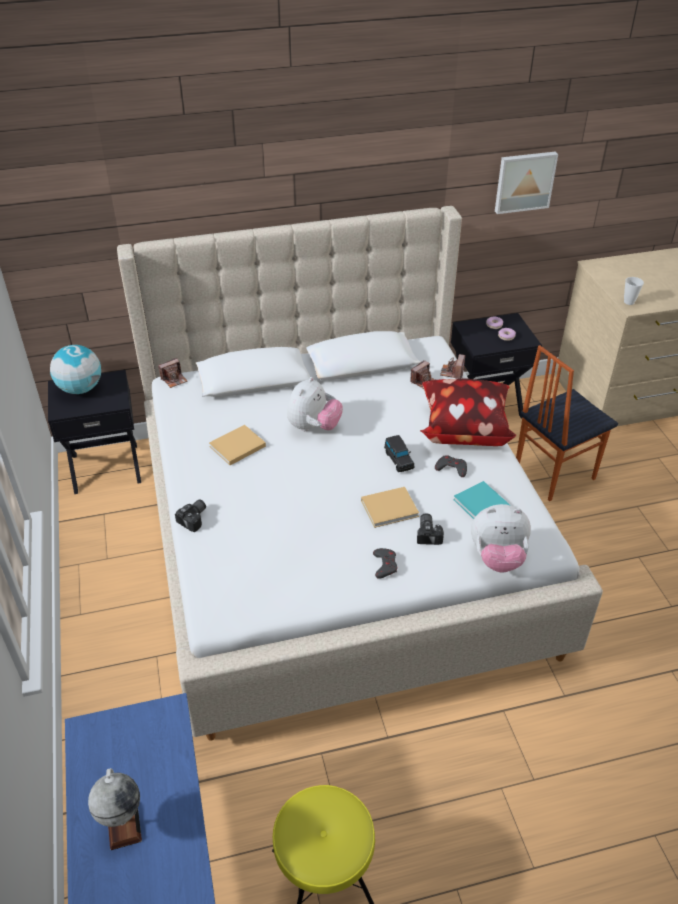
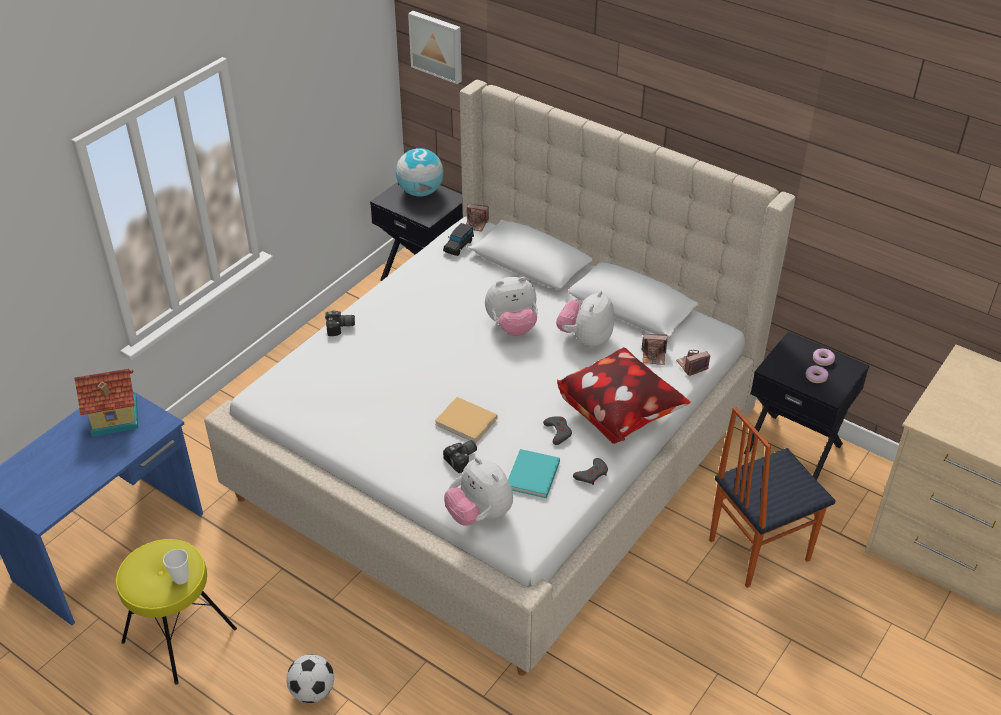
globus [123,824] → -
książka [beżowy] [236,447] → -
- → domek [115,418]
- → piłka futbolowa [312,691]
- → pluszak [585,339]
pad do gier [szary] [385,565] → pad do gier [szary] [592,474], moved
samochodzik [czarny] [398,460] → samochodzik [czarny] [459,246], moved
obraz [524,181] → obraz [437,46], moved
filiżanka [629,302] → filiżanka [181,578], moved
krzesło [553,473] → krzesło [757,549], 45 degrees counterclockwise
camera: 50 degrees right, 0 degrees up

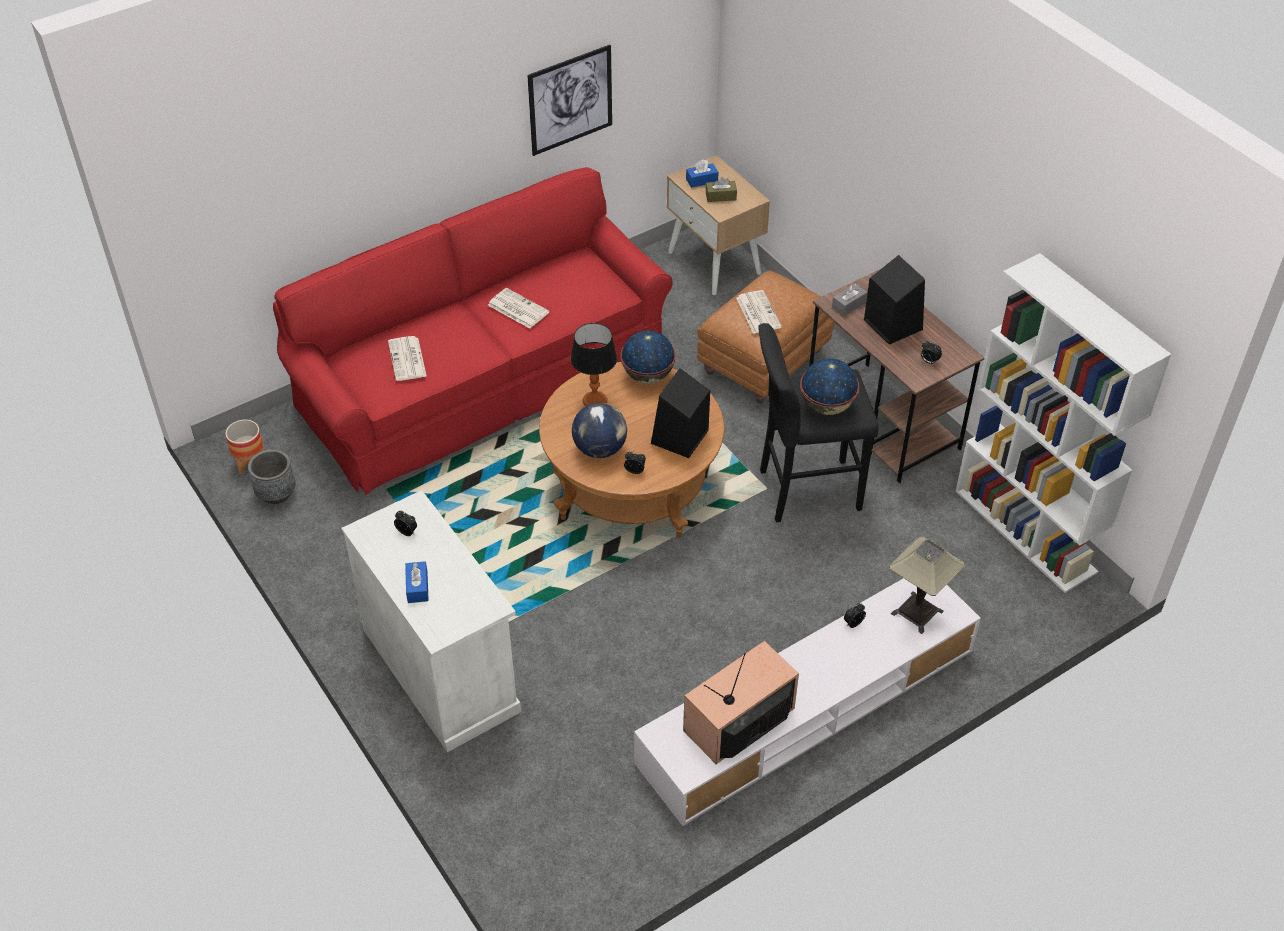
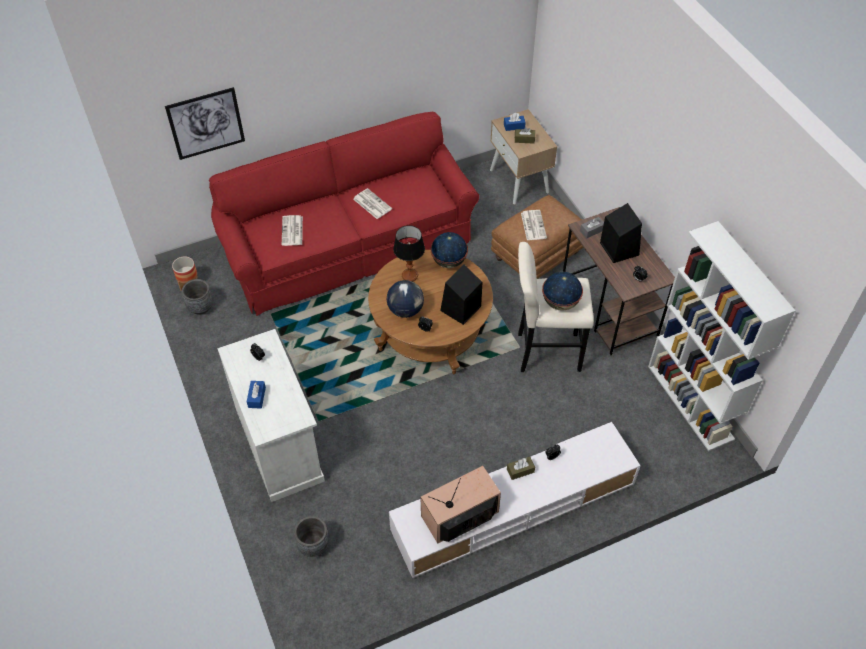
lampa stołowa [917,612] → -
- → donica [szary] [314,545]
- → pudełko chusteczek [brązowy] [520,470]
obraz [570,100] → obraz [206,123], moved
stołek [czarny] [804,490] → stołek [beżowy] [544,352]
camera: 10 degrees right, 5 degrees up

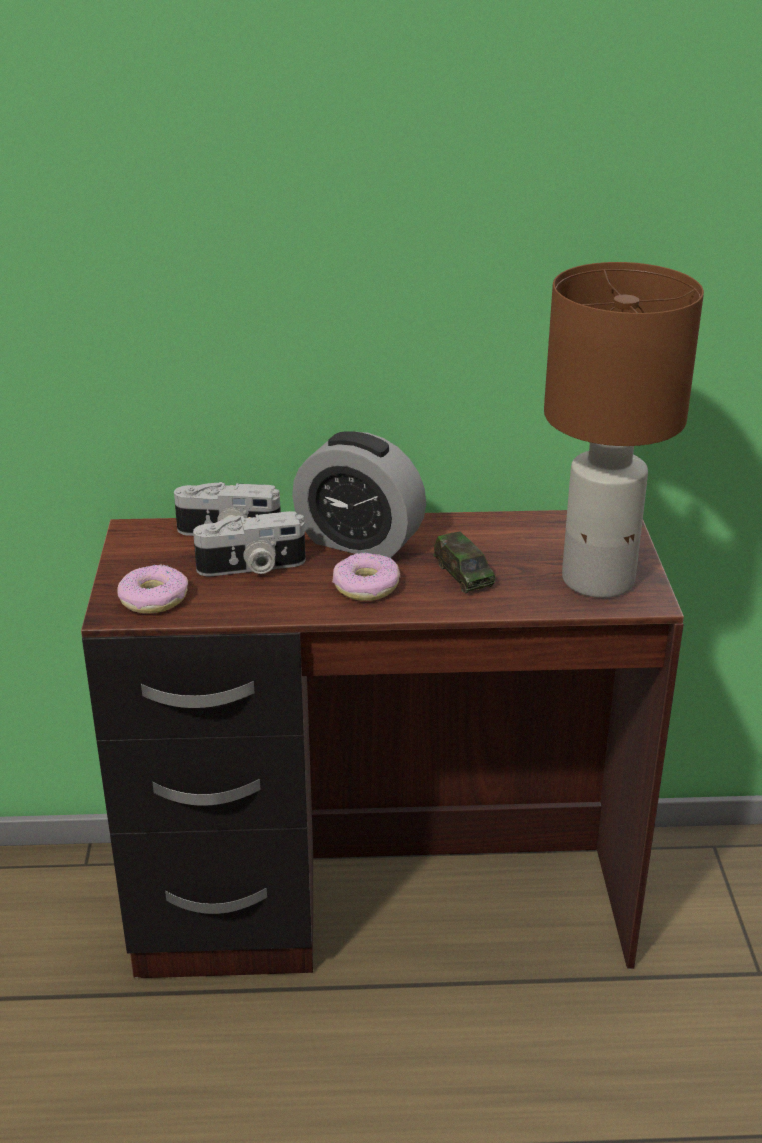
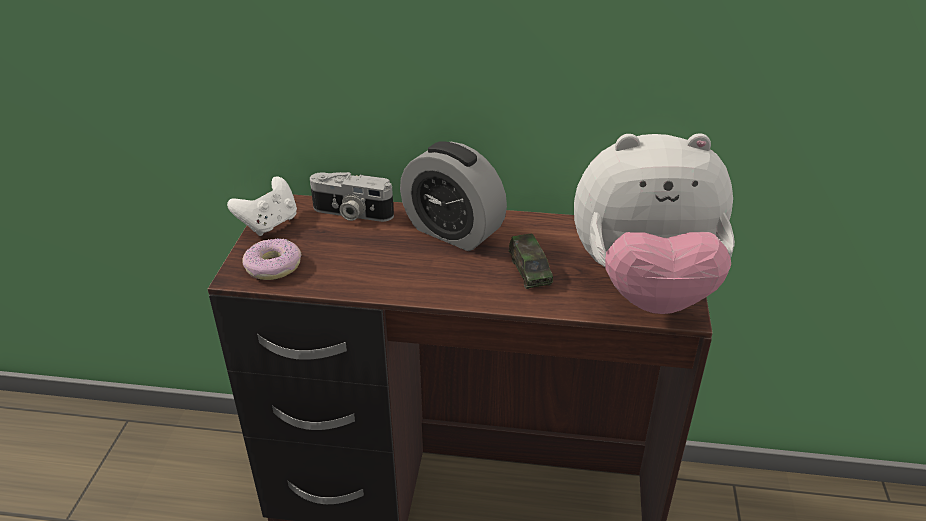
aparat fotograficzny [252,568] → -
donut [366,586] → -
- → pad do gier [biały] [269,224]
lampa stołowa [brązowy] [599,579] → pluszak [644,287]
camera: 10 degrees right, 5 degrees up

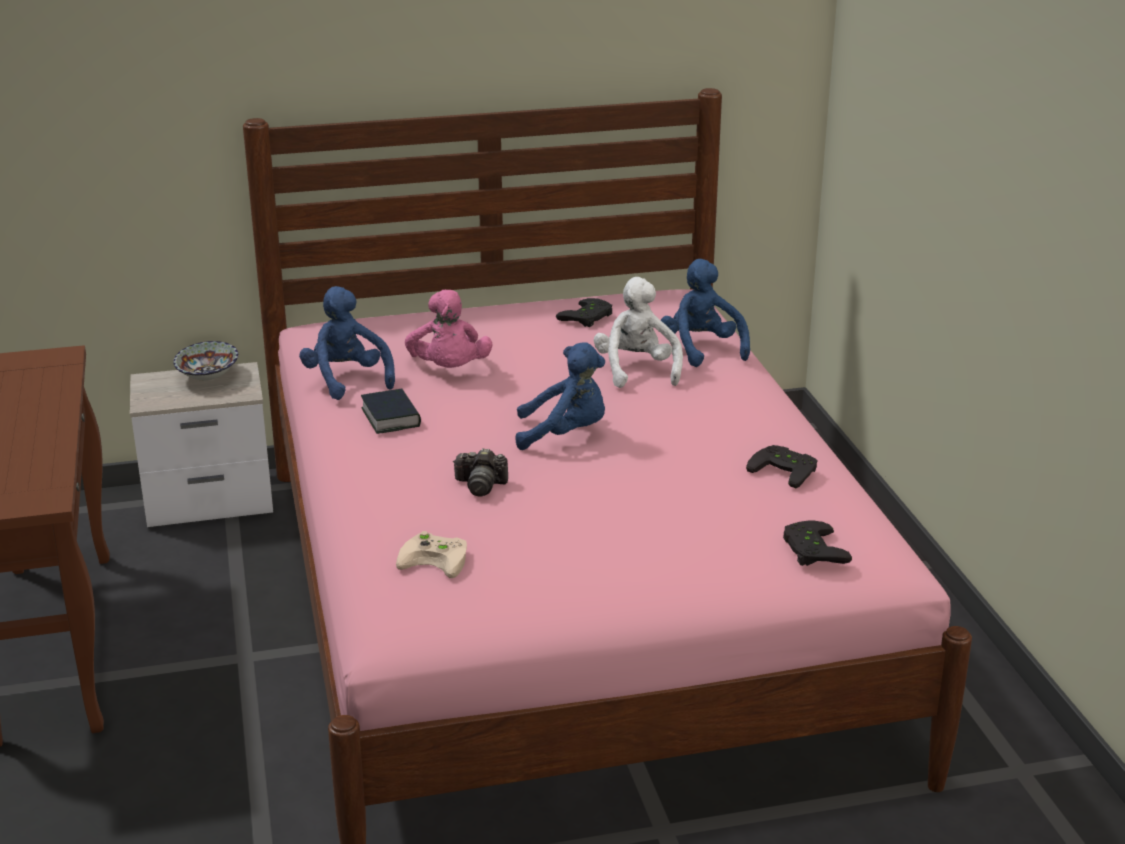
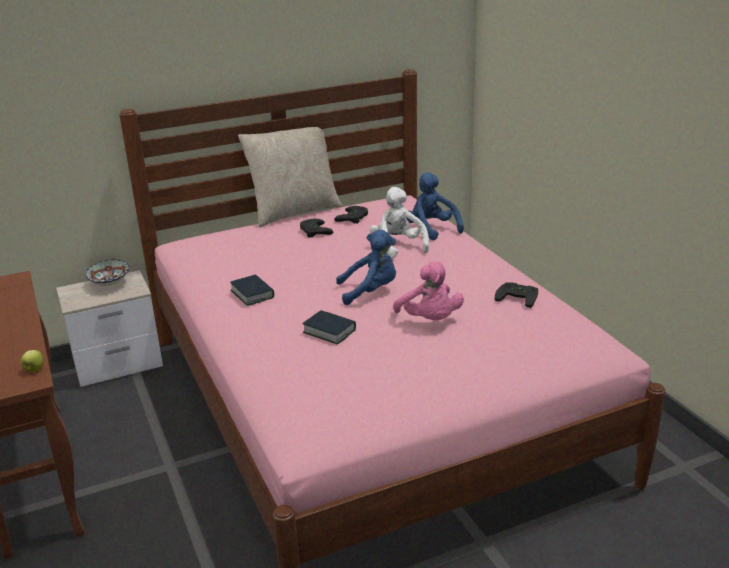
pluszak [niebieski] [346,380] → -
pad do gier [beżowy] [437,559] → -
- → jabłko [34,370]
- → poduszka [beżowy] [294,212]
pluszak [różowy] [449,370] → pluszak [różowy] [429,320], moved
pad do gier [czarny] [810,549] → pad do gier [czarny] [313,231], moved
aparat fotograficzny [480,485] → książka [329,331]
camera: 10 degrees left, 0 degrees up

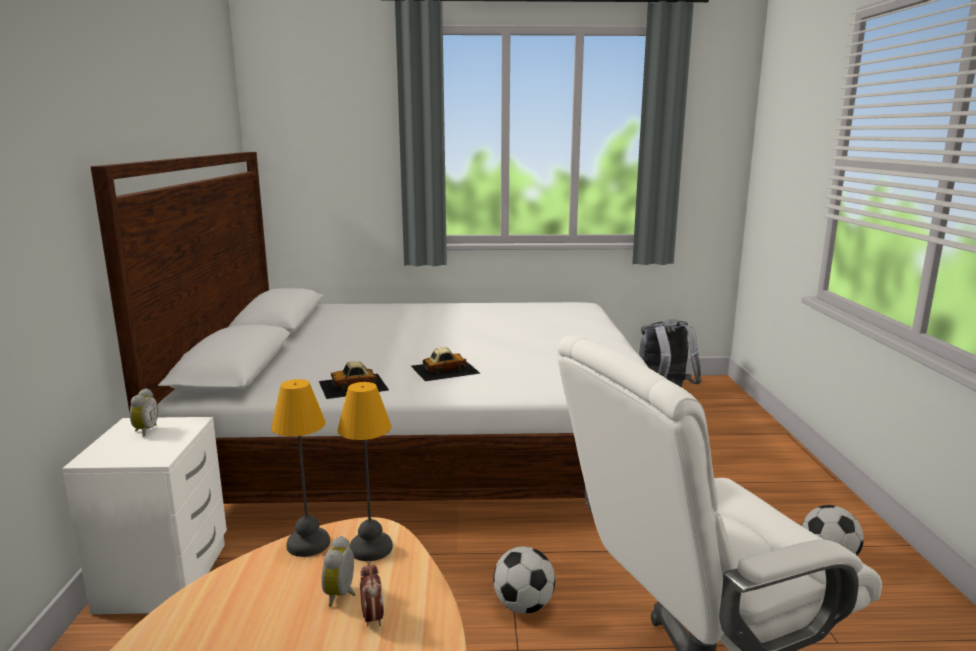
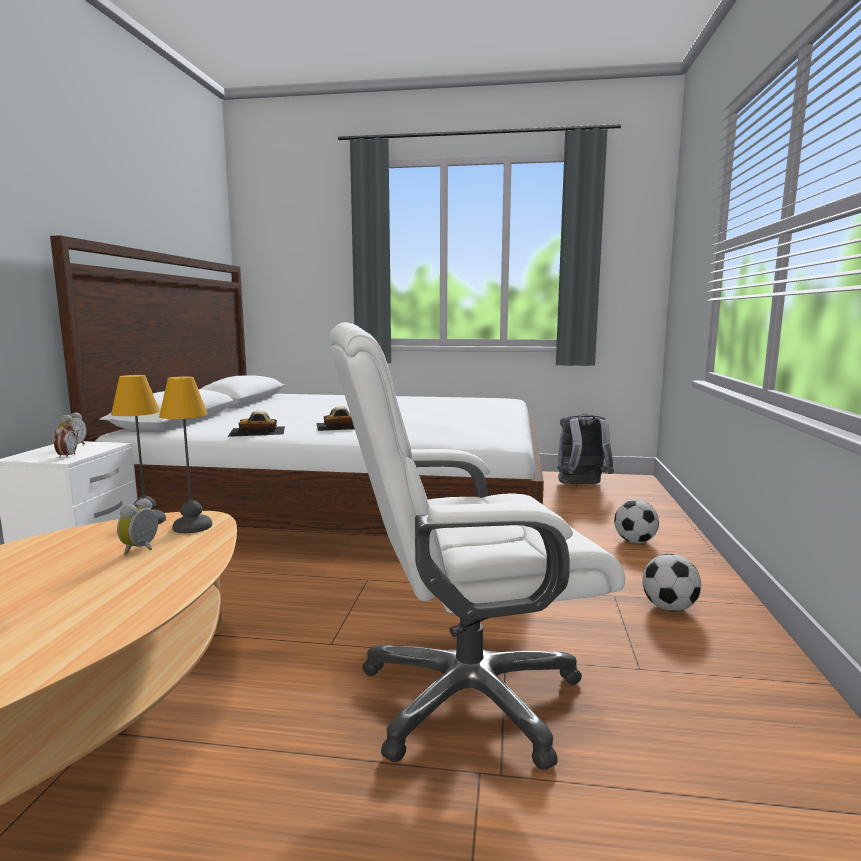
budzik [372,618] → budzik [67,456], moved
piłka futbolowa [524,606] → piłka futbolowa [635,541], moved
camera: 10 degrees right, 5 degrees down

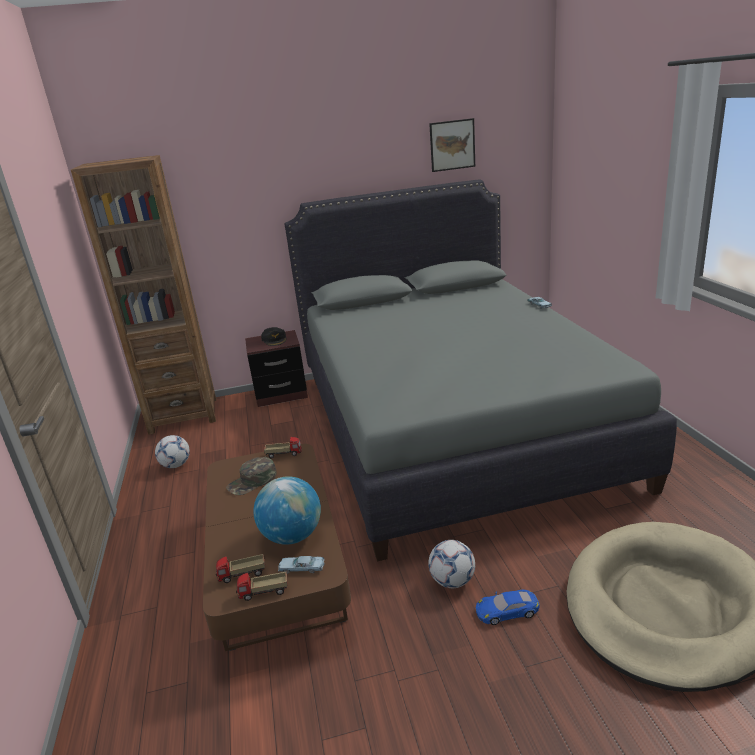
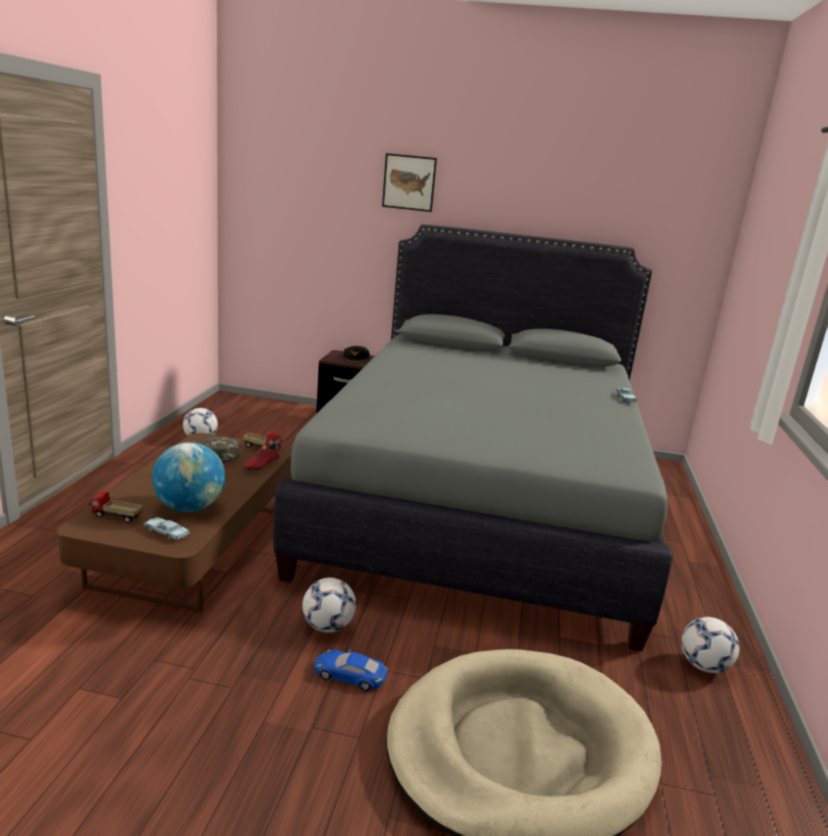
regał [brązowy] [183,415] → -
ciężarówka zabawkowa [264,593] → -
- → but [czerwony] [261,465]
- → piłka futbolowa [703,666]
obraz [452,145] → obraz [409,182], moved
camera: 20 degrees right, 5 degrees down

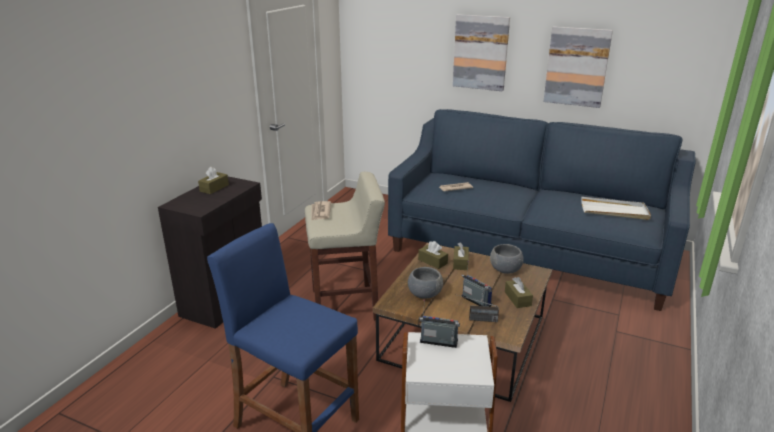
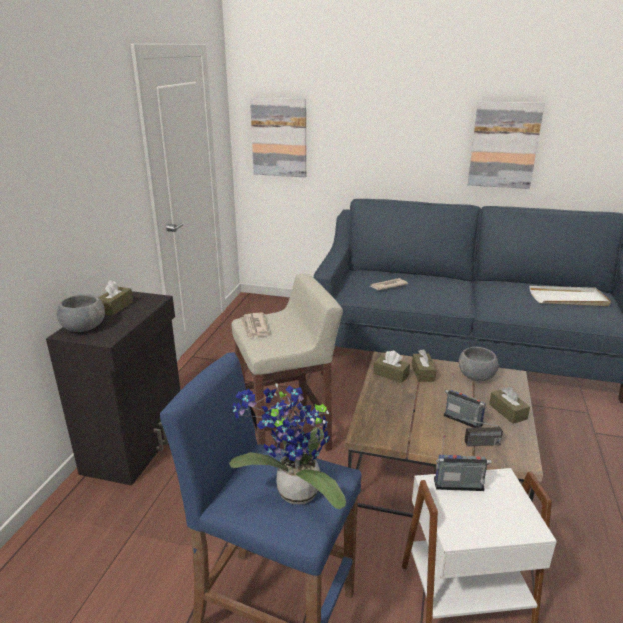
- → roślina doniczkowa [293,494]
miska [szary] [424,294] → miska [szary] [84,328], moved
obraz [480,52] → obraz [279,137], moved
camera: 10 degrees left, 0 degrees up

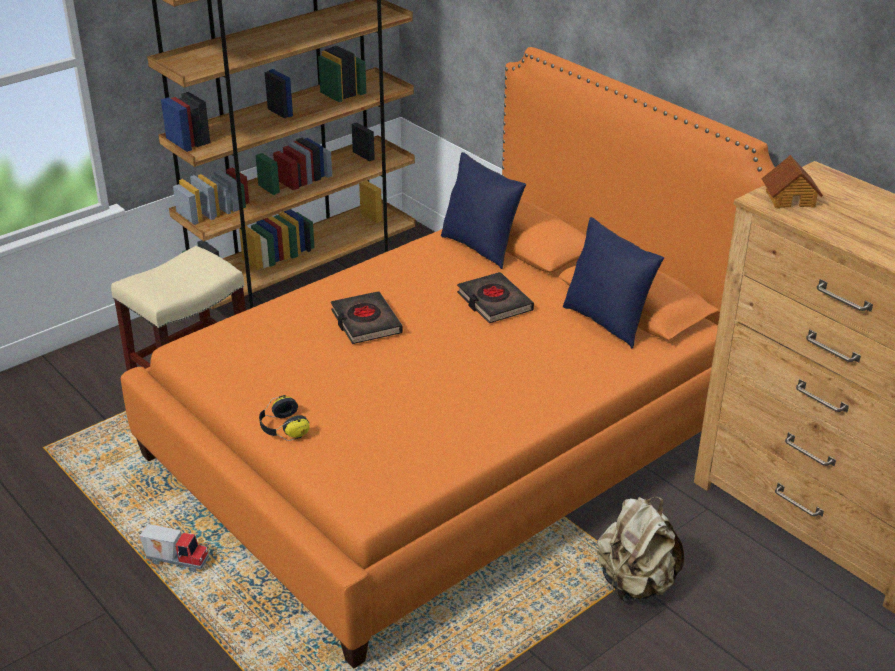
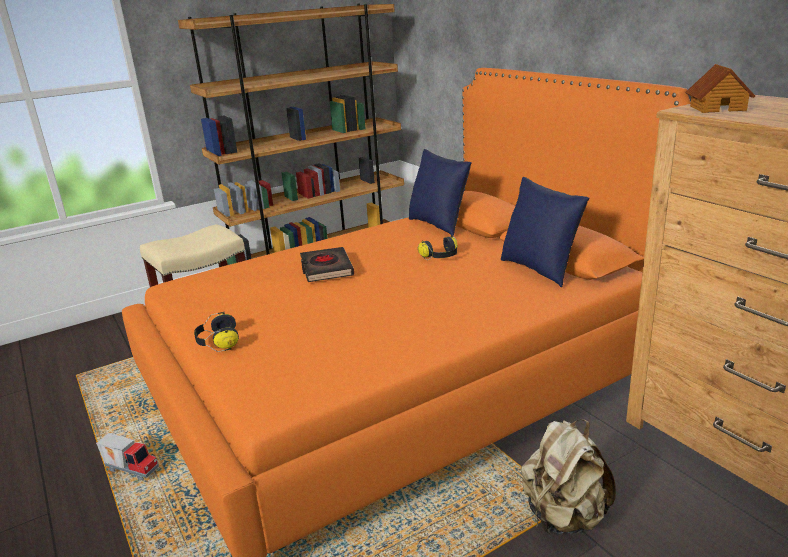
książka [czarny] [494,302] → słuchawki [441,257]
camera: 10 degrees right, 10 degrees down

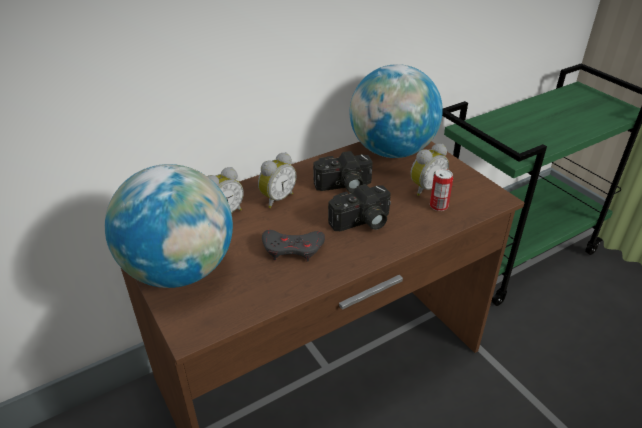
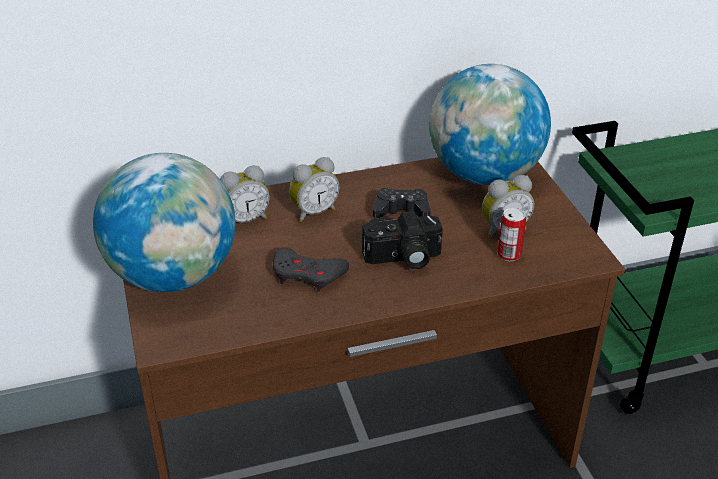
aparat fotograficzny [343,186] → pad do gier [czarny] [401,210]
camera: 15 degrees right, 0 degrees up

